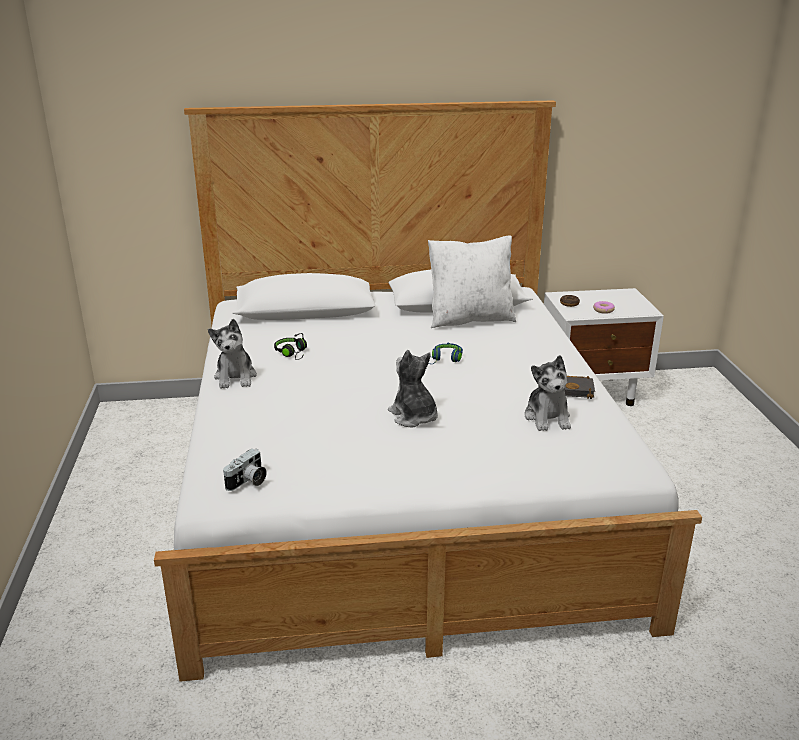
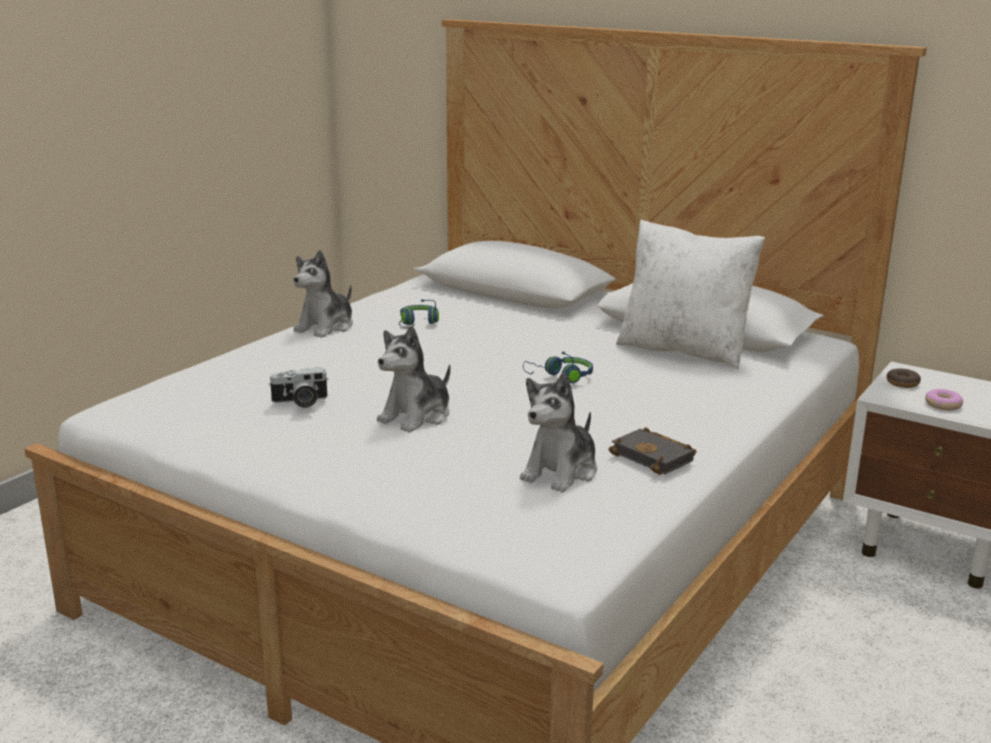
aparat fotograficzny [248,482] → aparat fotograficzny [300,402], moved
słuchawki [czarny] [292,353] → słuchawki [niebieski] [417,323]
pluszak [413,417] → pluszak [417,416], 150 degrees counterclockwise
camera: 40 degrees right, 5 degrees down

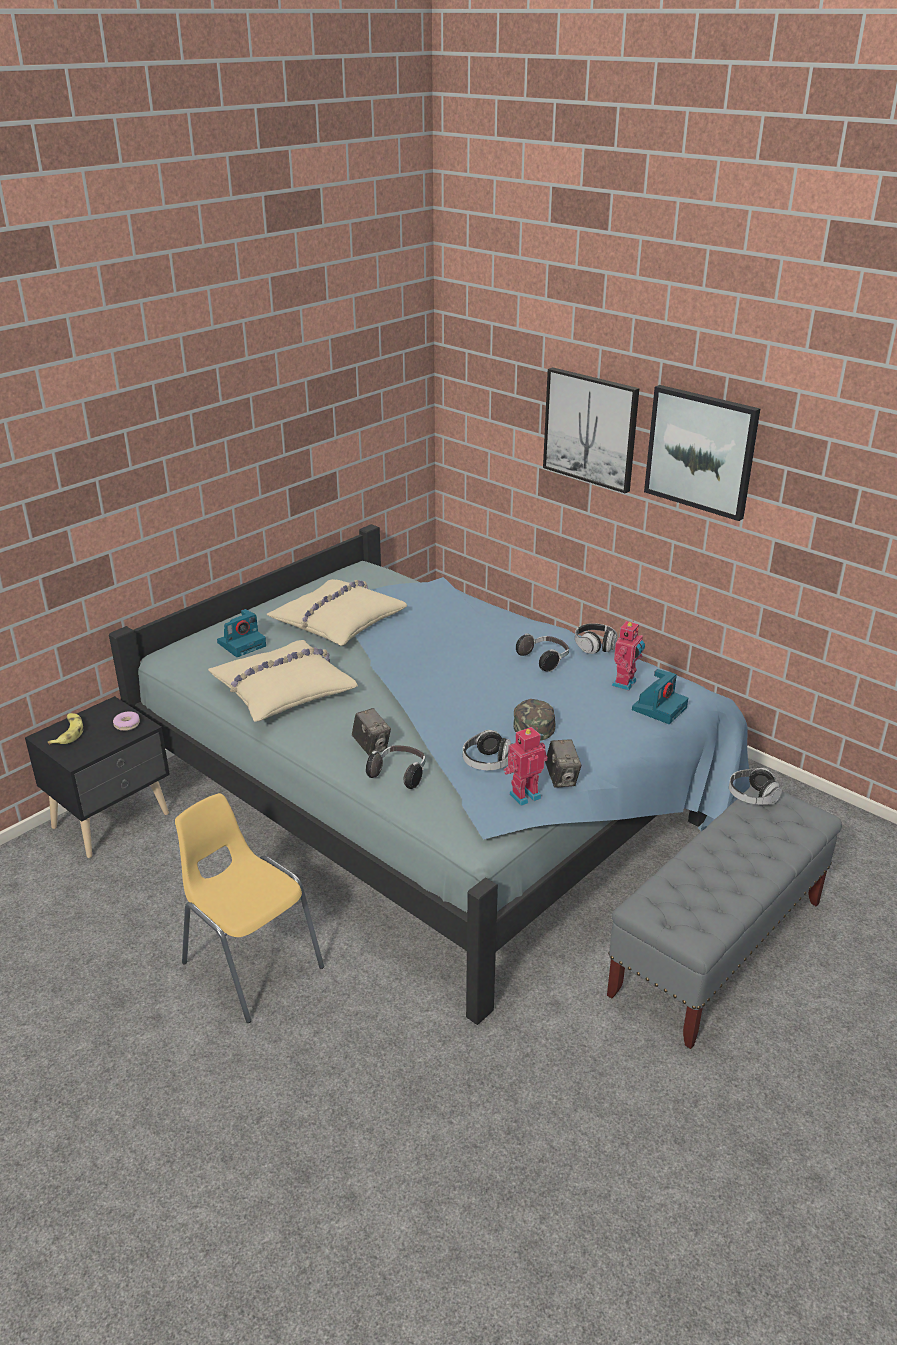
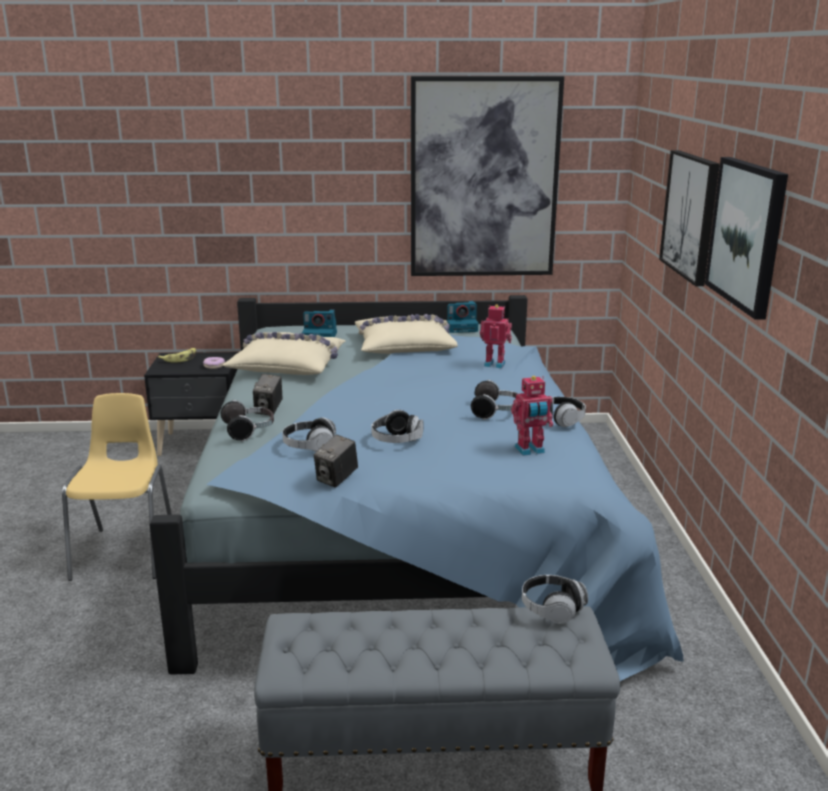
- → obraz [484,178]
robot zabawkowy [523,795] → robot zabawkowy [494,364], moved
aparat fotograficzny [659,708] → aparat fotograficzny [462,327], moved
czapka z daszkiem [zielony] [532,722] → słuchawki [396,440]
camera: 45 degrees right, 10 degrees down

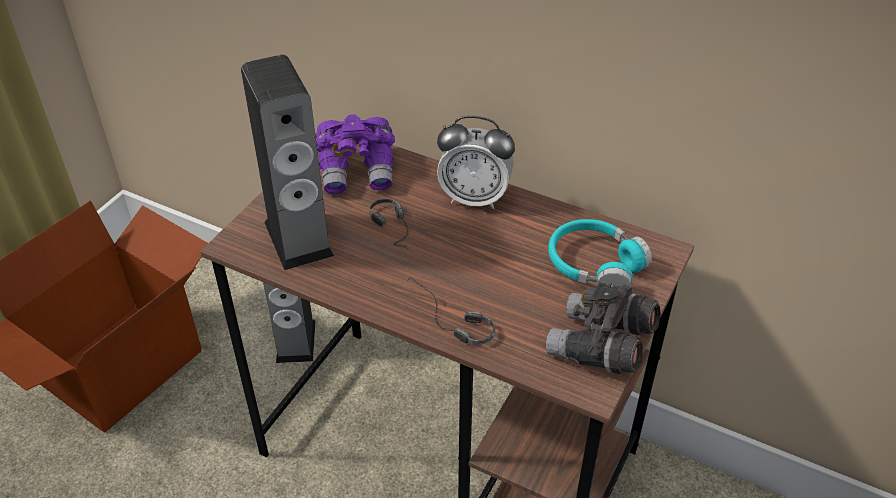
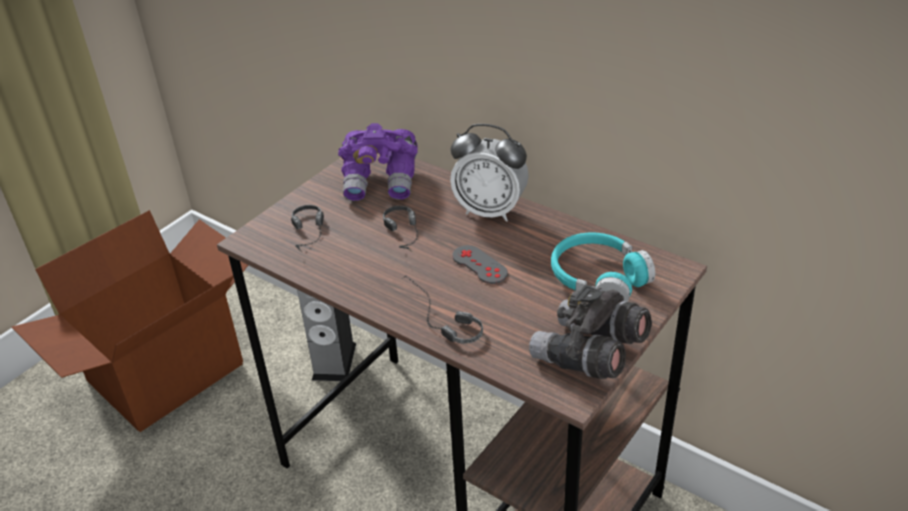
- → pad do gier [szary] [479,265]
głośnik [298,238] → słuchawki [311,238]
camera: 10 degrees right, 5 degrees down

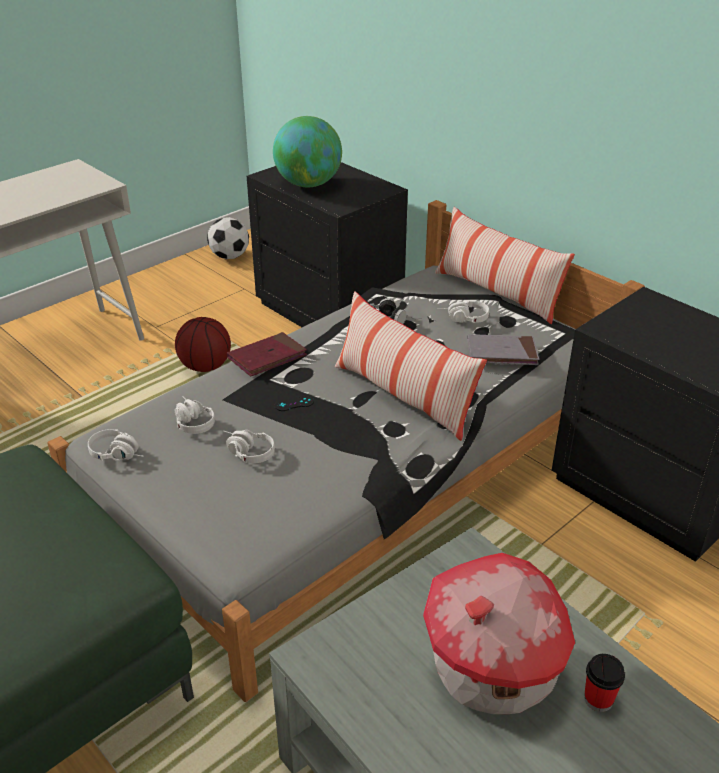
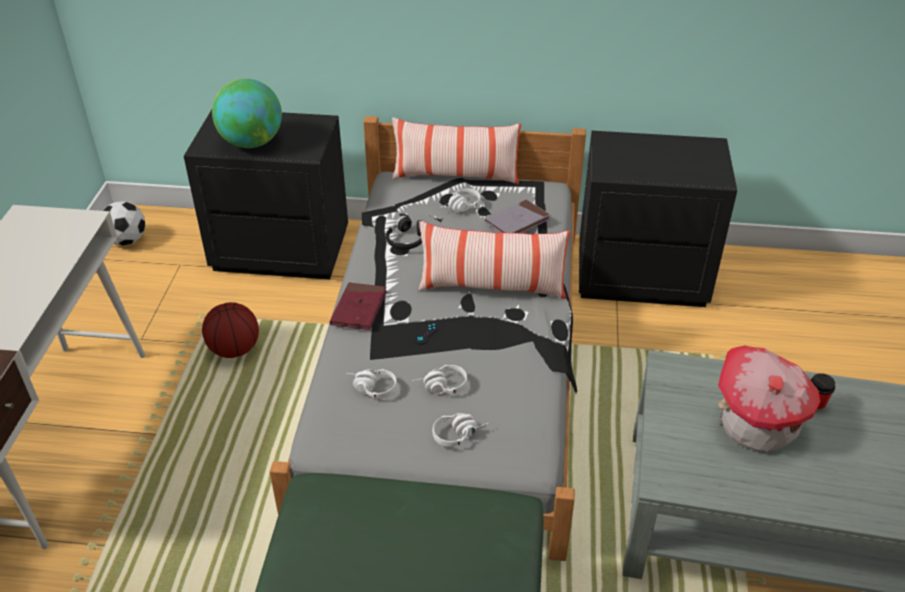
słuchawki [biały] [120,454] → słuchawki [biały] [459,433], moved
camera: 40 degrees left, 5 degrees up

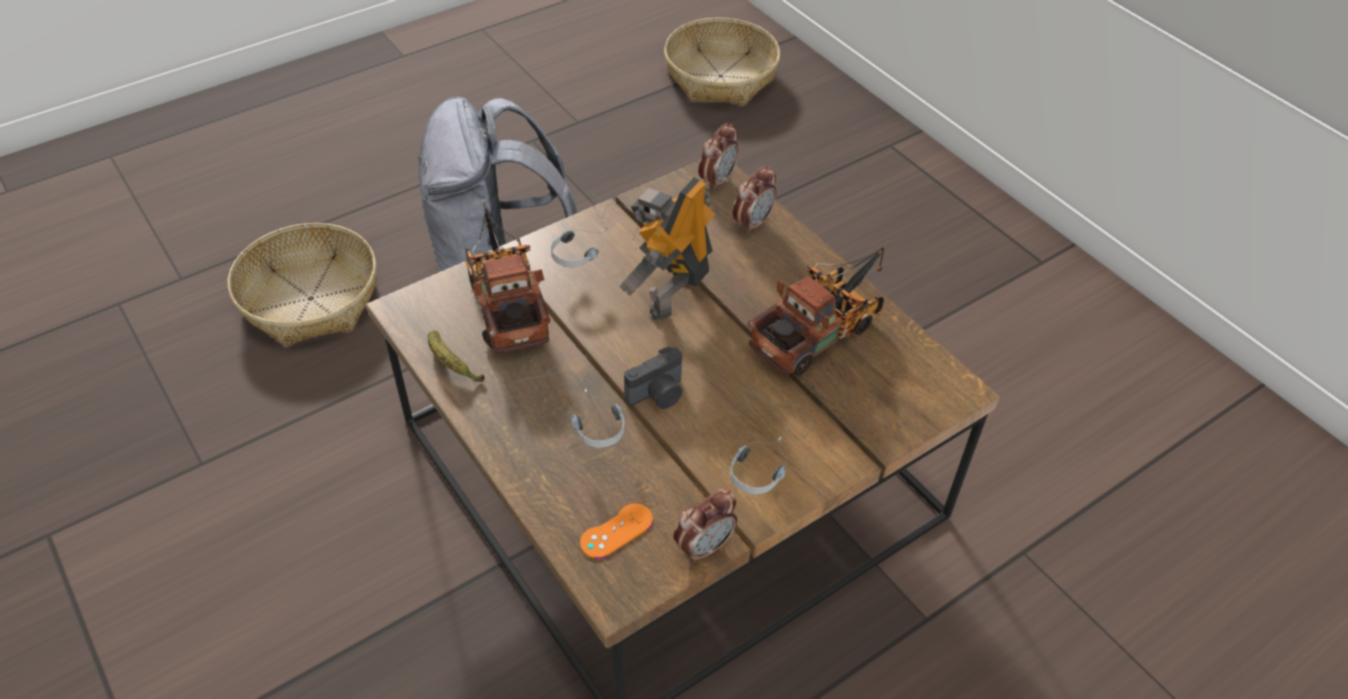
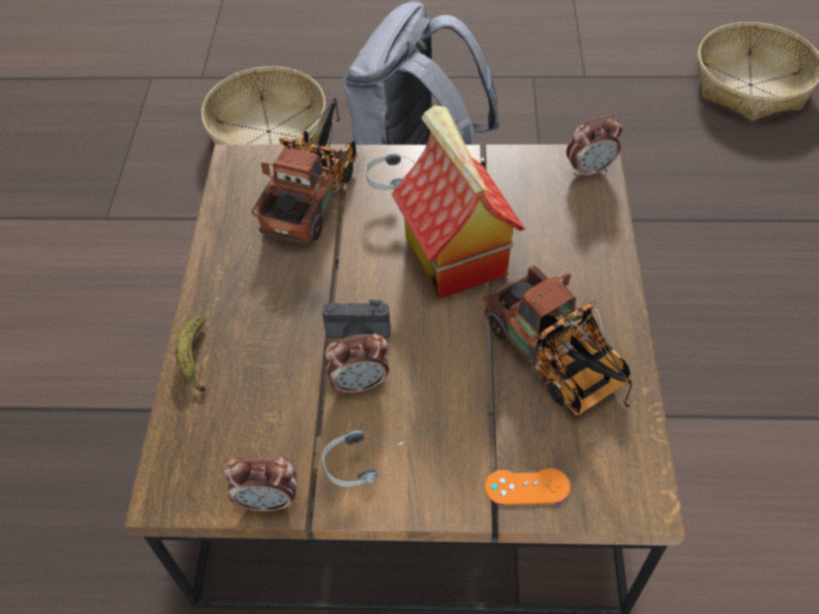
słuchawki [572,430] → -
banan [451,364] → banan [195,358], moved
pad do gier [pomarańczowy] [616,531] → pad do gier [pomarańczowy] [527,487], moved
budzik [752,223] → budzik [360,384], moved
robot zabawkowy [671,293] → domek [452,255]
ciężarówka zabawkowa [821,330] → ciężarówka zabawkowa [558,362], 60 degrees clockwise
camera: 40 degrees right, 5 degrees up

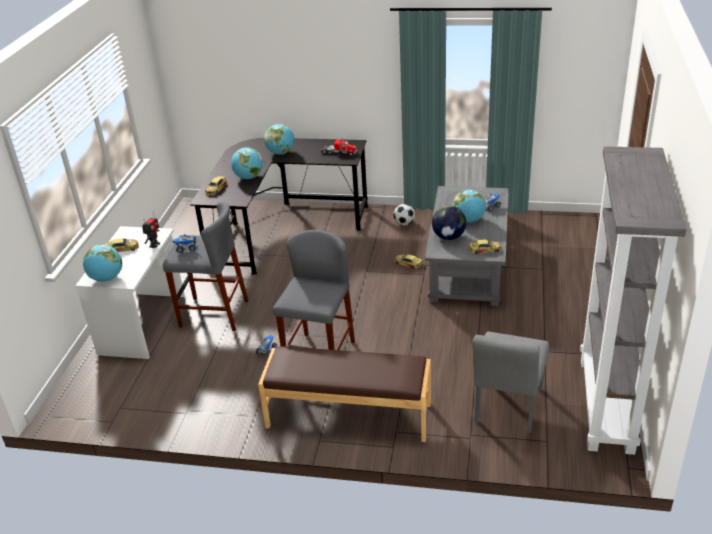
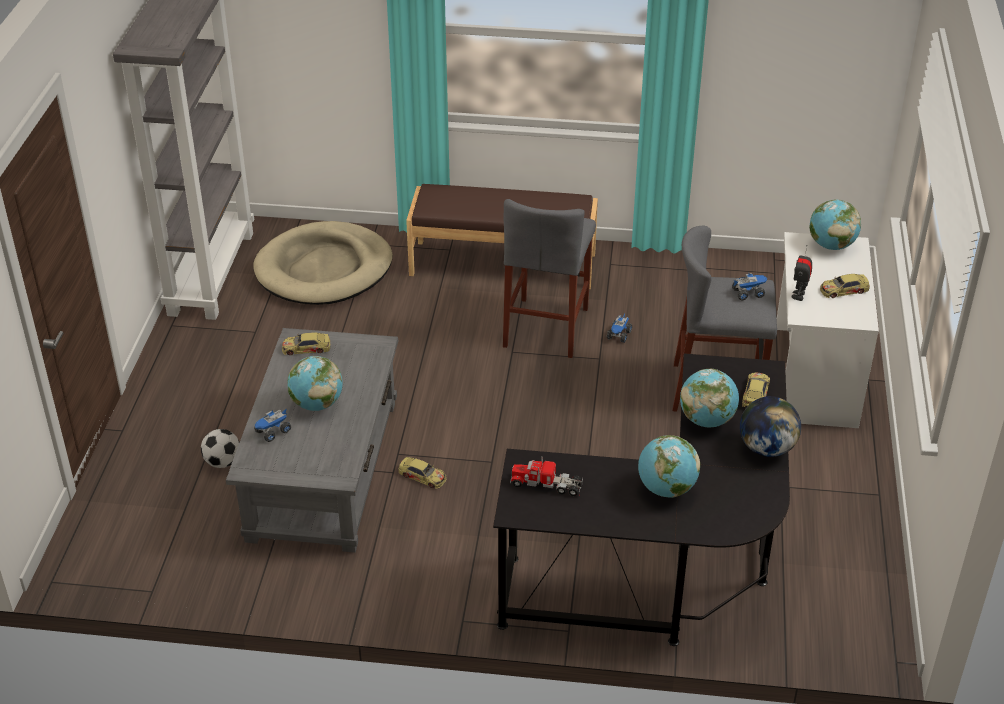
piłka futbolowa [404,224] → piłka futbolowa [222,462], moved
globus [448,237] → globus [766,448], moved
krzesło [szary] [506,409] → legowisko [beżowy] [324,269]
camera: 175 degrees right, 5 degrees up

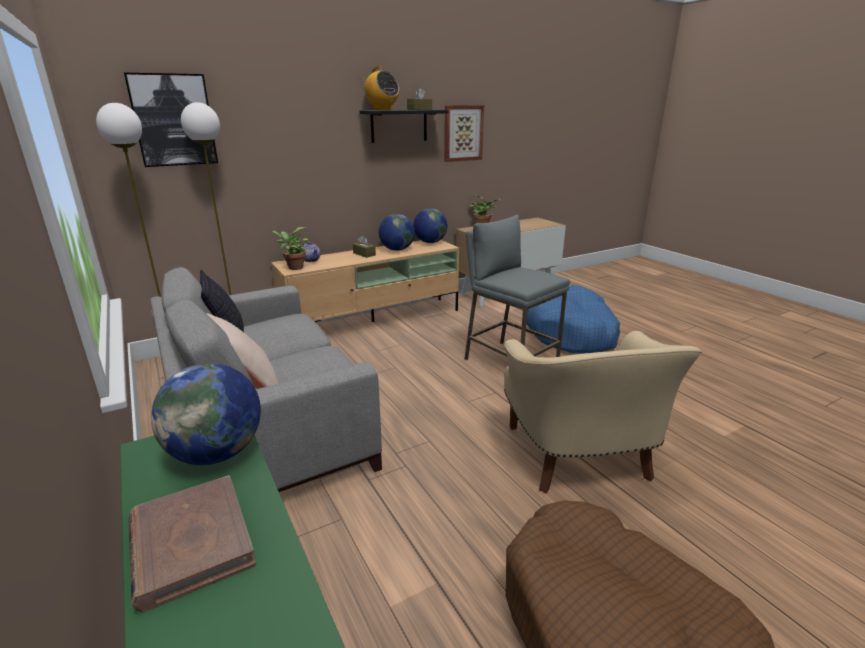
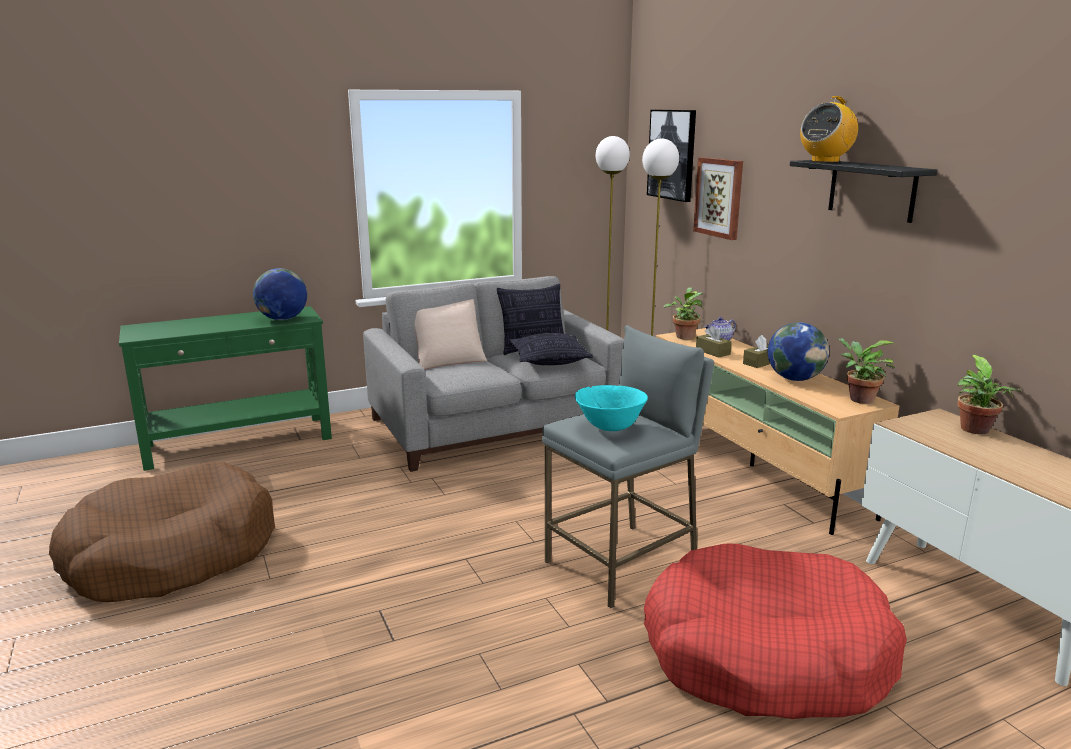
książka [brązowy] [190,543] → -
fotel [beżowy] [579,457] → -
- → poduszka [549,360]
- → miska [turkusowy] [610,428]
pudełko chusteczek [brązowy] [419,109] → pudełko chusteczek [brązowy] [712,352], moved
obraz [462,133] → obraz [719,197], moved
globus [430,242] → roślina doniczkowa [858,399]
legowisko [niebieski] [571,332] → legowisko [czerwony] [765,655]
camera: 95 degrees right, 5 degrees down

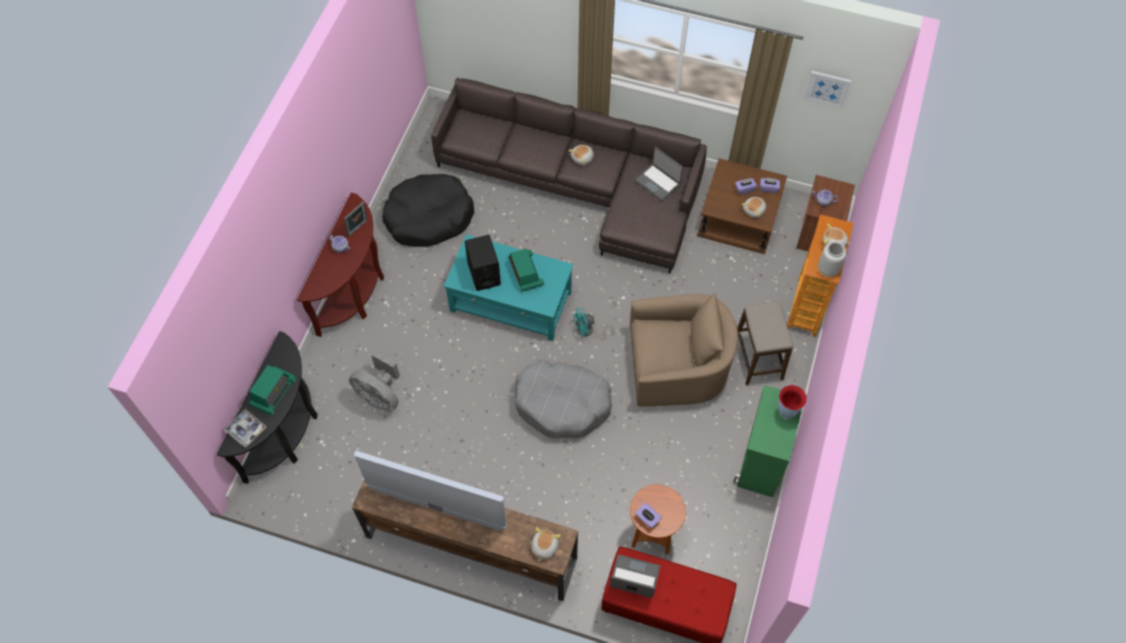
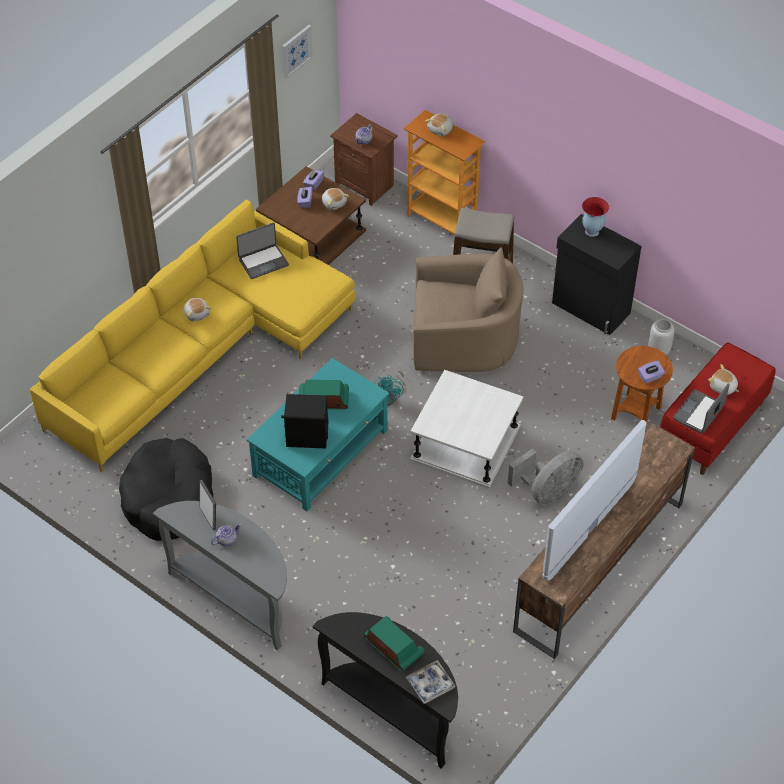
wentylator [szary] [380,396] → wentylator [szary] [547,491], moved
pluszak [544,547] → pluszak [722,387], moved
wazon [szary] [827,270] → wazon [szary] [659,350], moved
legowisko [szary] [562,404] → stolik [biały] [465,443]
stolik konsolowy [brązowy] [355,292] → stolik konsolowy [szary] [236,597]
kanapa [szary] [579,185] → kanapa [żółty] [201,351]
szafka [zielony] [761,461] → szafka [czarny] [590,309]
fotel [beżowy] [677,367] → fotel [beżowy] [463,338], 75 degrees clockwise
camera: 70 degrees left, 10 degrees down

